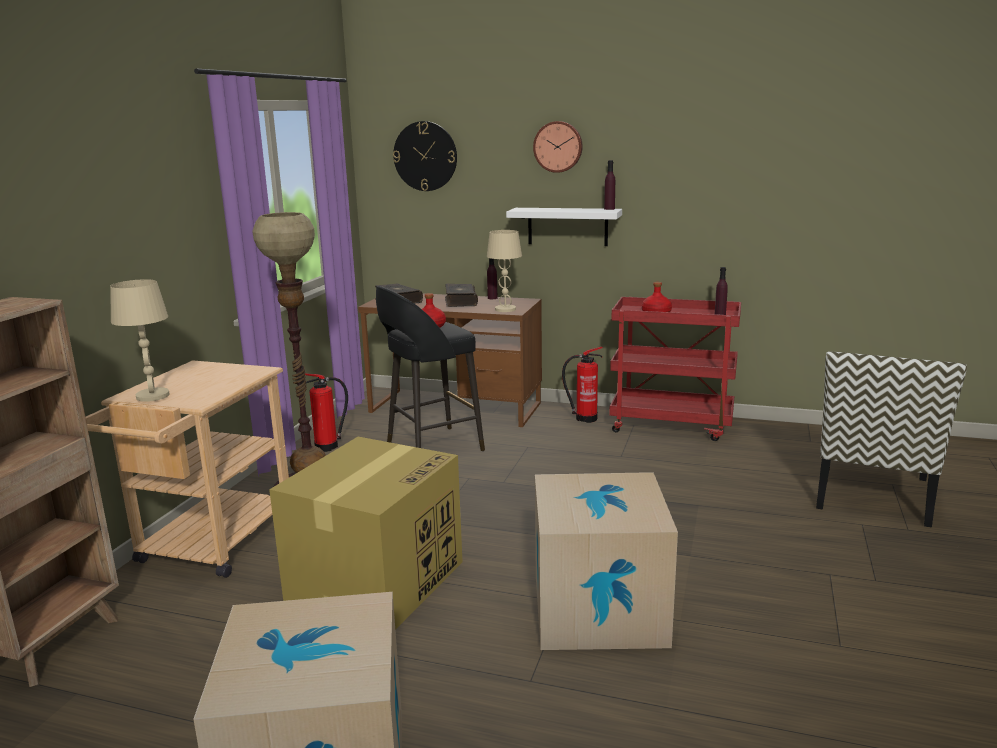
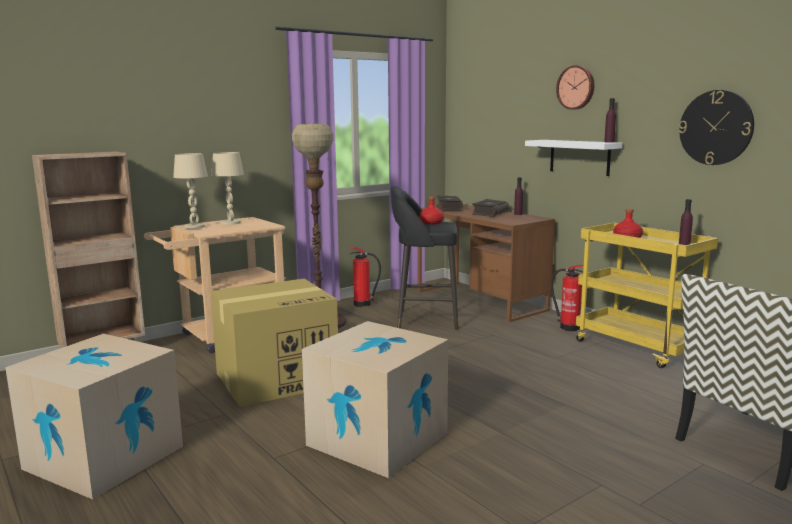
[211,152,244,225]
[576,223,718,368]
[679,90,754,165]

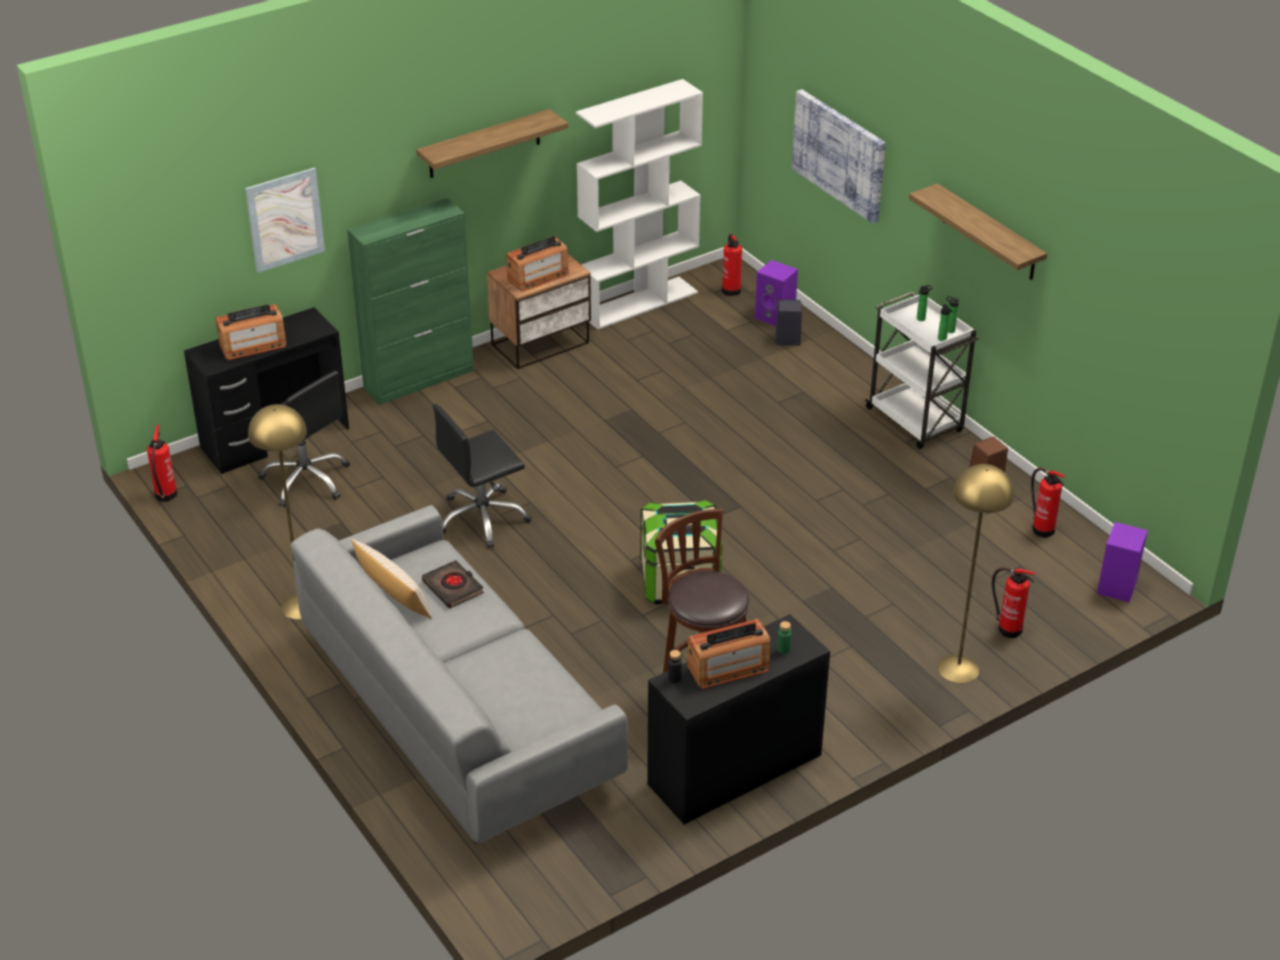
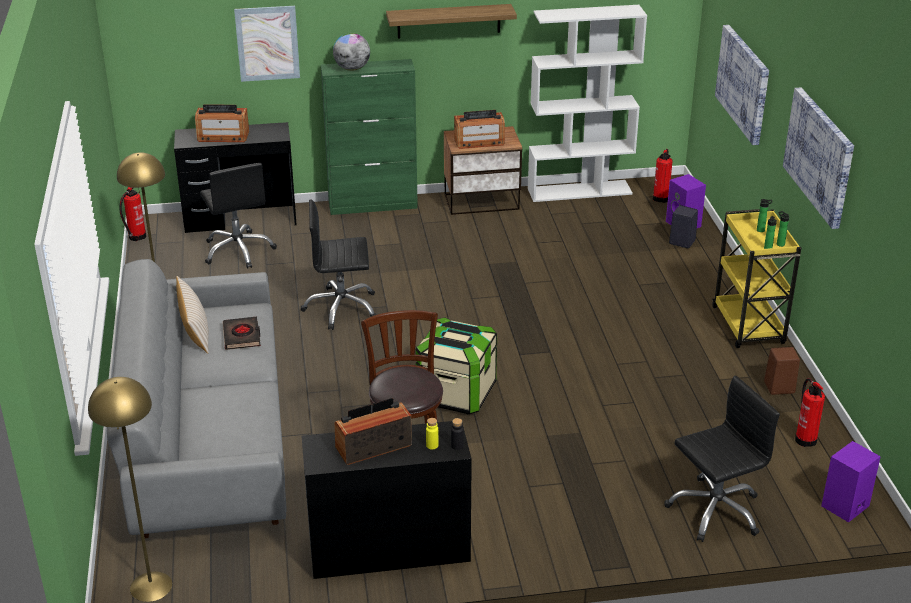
[88,377,172,602]
[333,33,370,71]
[334,398,412,465]
[426,418,439,449]
[451,418,464,450]
[664,375,780,542]
[712,209,801,348]
[783,87,854,229]

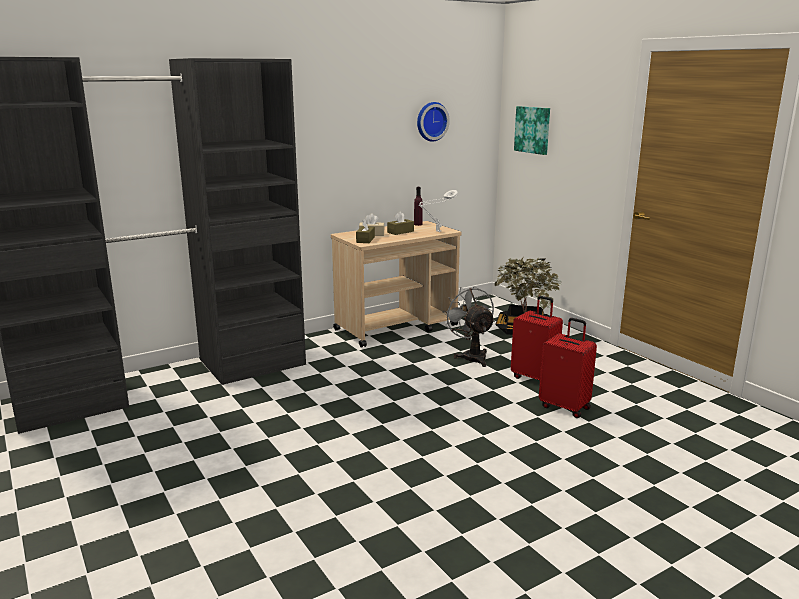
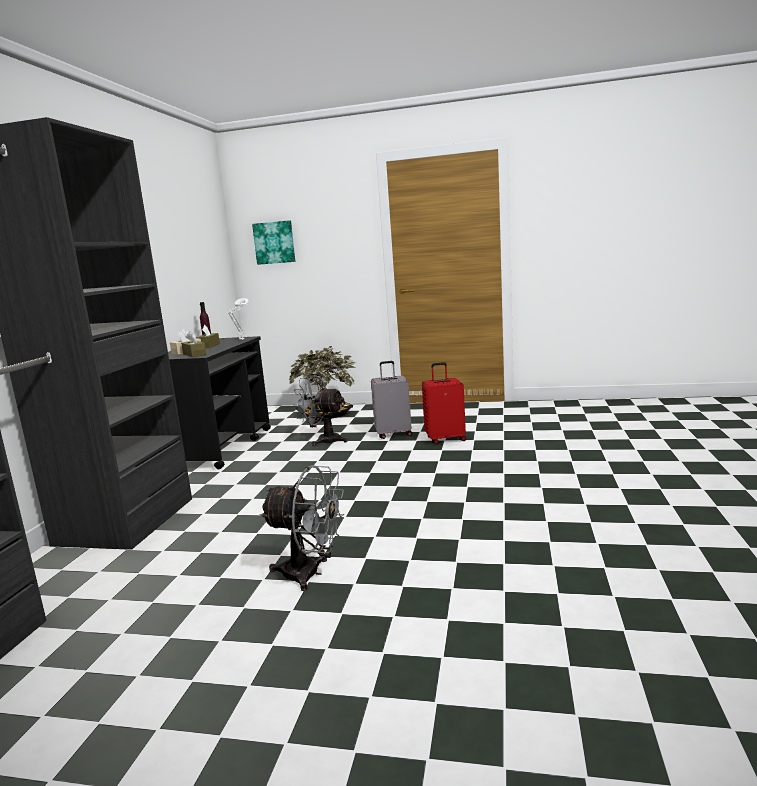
[168,336,271,469]
[260,465,344,591]
[371,361,412,439]
[417,102,450,142] (first image)

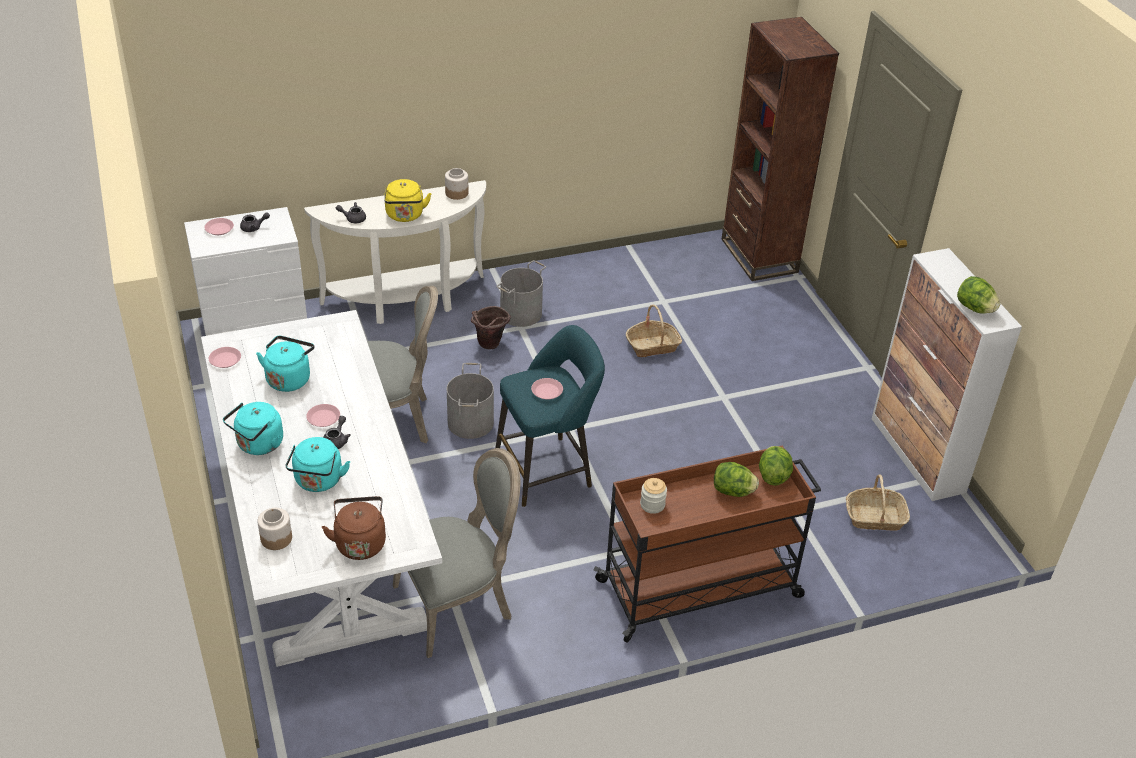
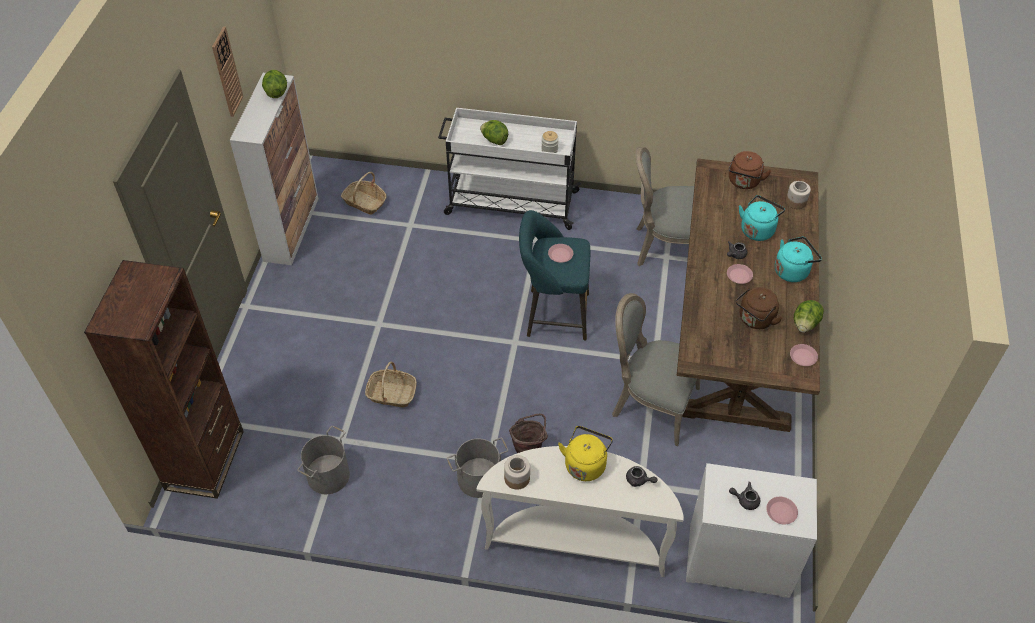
[212,26,243,117]
[297,426,350,494]
[438,108,581,230]
[677,159,820,432]
[736,287,783,329]
[794,300,824,333]

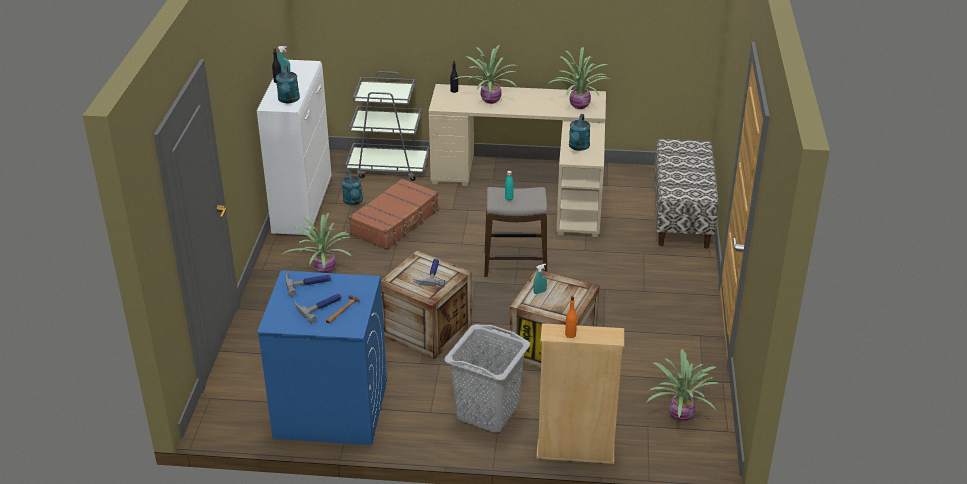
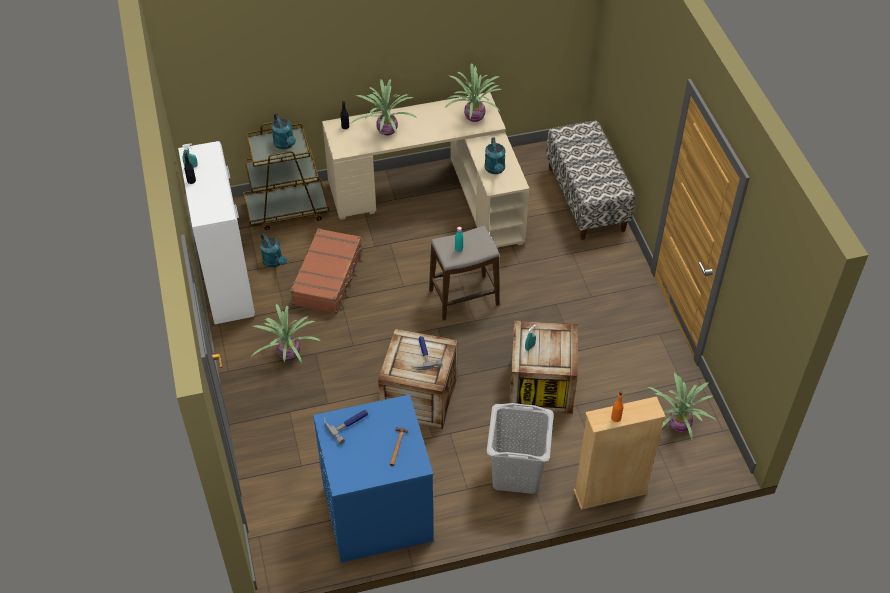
[243,122,329,230]
[271,114,296,149]
[295,293,342,323] (first image)

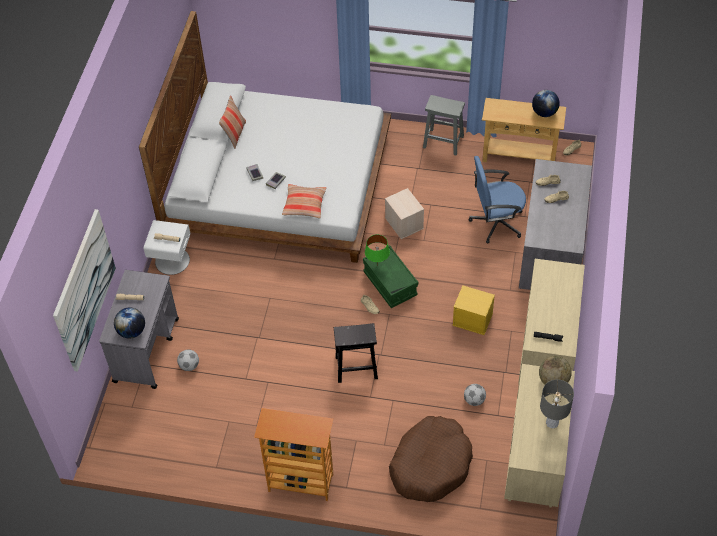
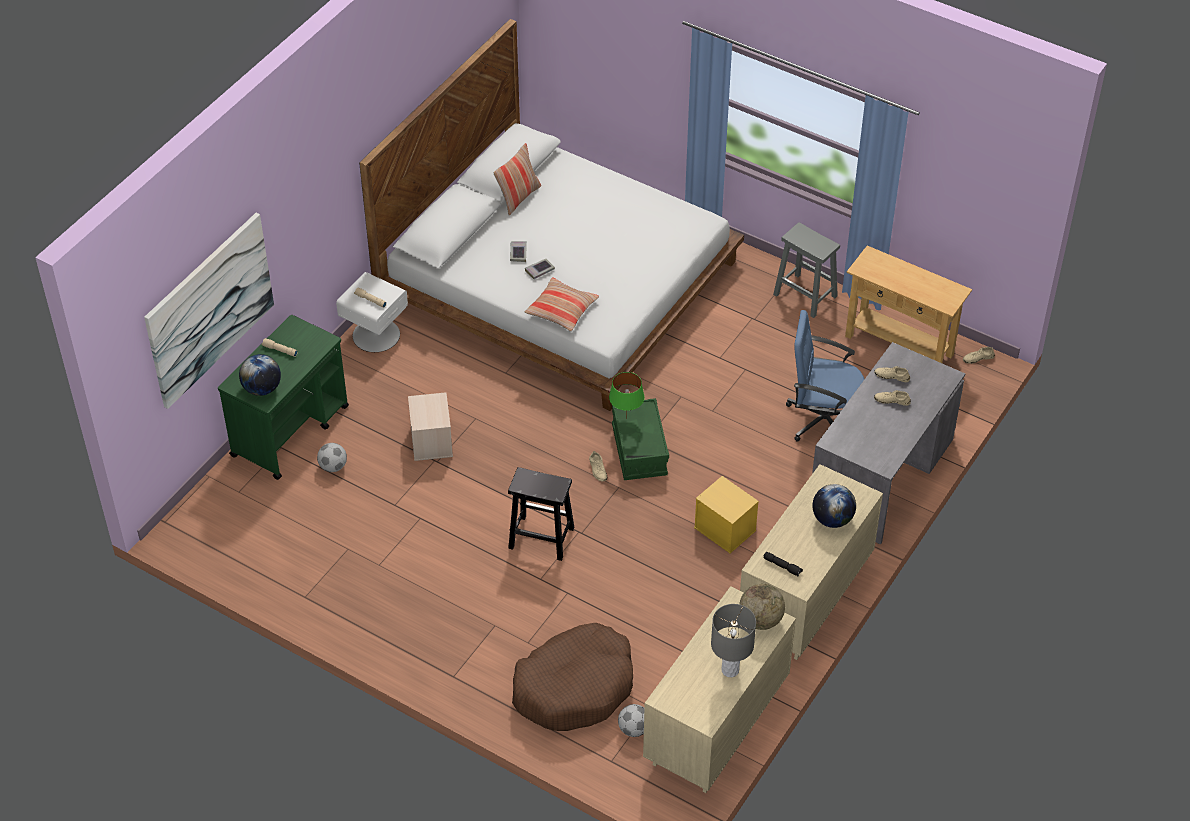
[218,315,349,480]
[408,392,453,461]
[618,704,645,737]
[812,484,856,528]
[254,408,333,501] (first image)

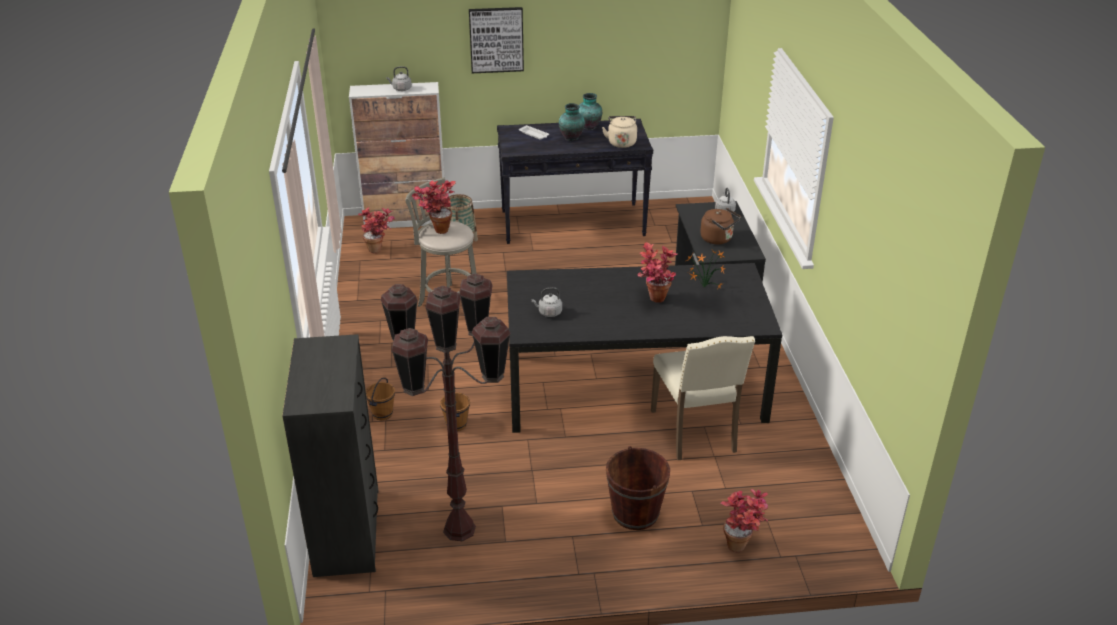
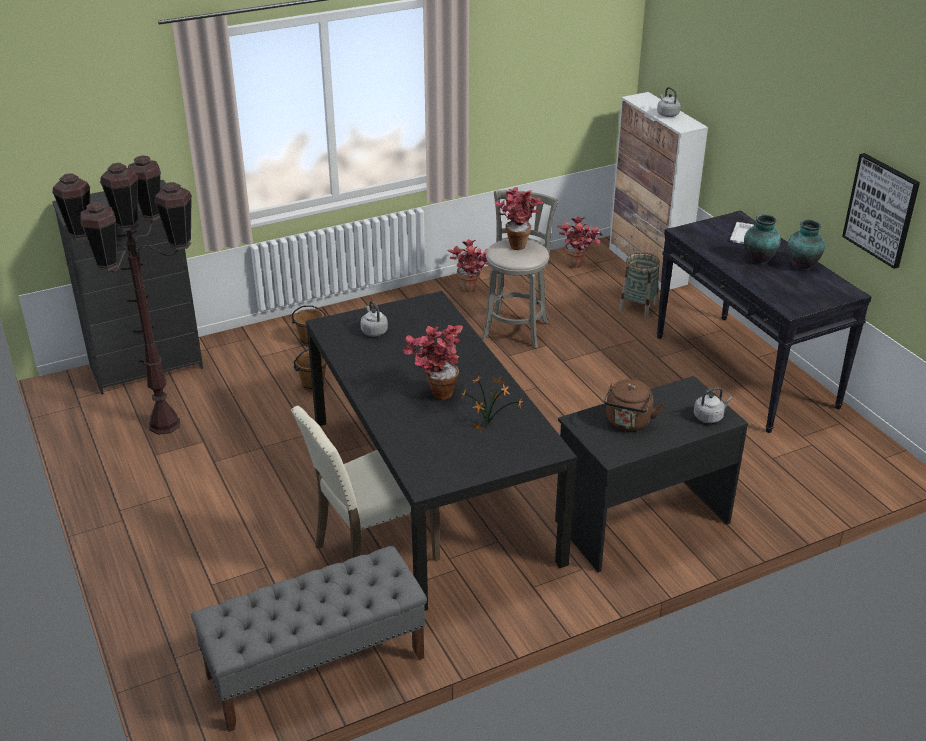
[191,545,427,732]
[447,239,489,292]
[842,153,920,269]
[602,116,637,148] (first image)
[606,446,670,530] (first image)

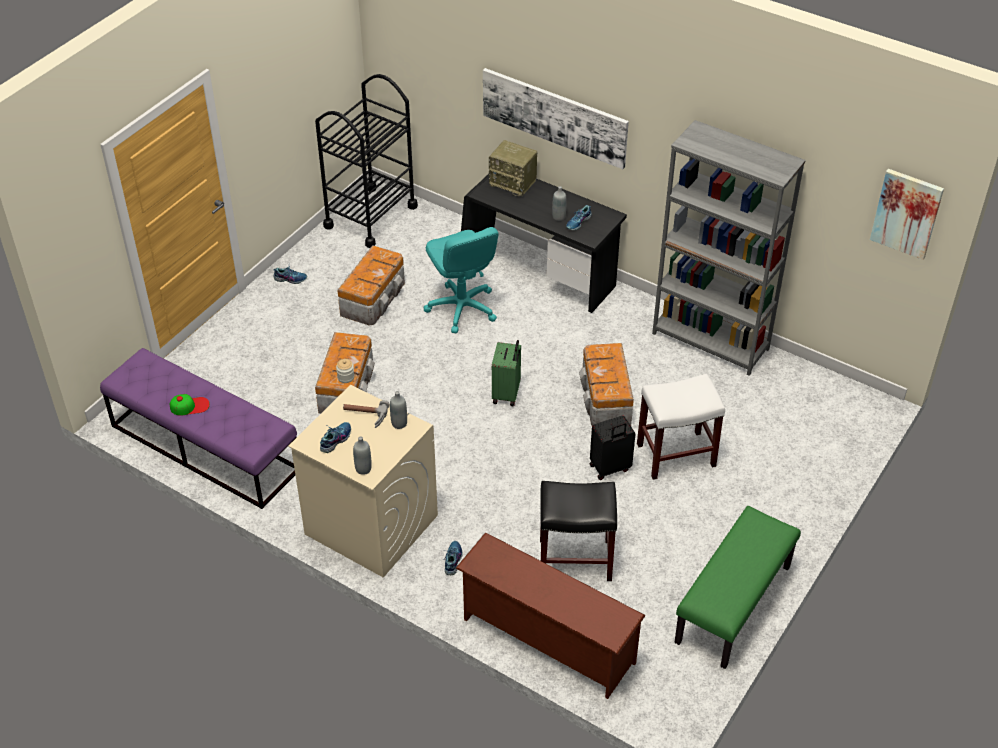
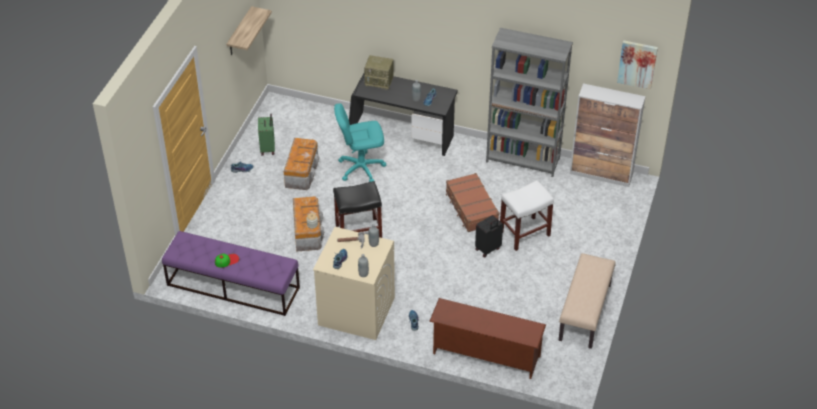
[226,6,272,55]
[258,114,275,156]
[333,181,382,238]
[334,103,386,182]
[446,173,499,232]
[559,253,616,349]
[570,83,646,187]
[315,74,418,248] (first image)
[483,68,629,169] (first image)

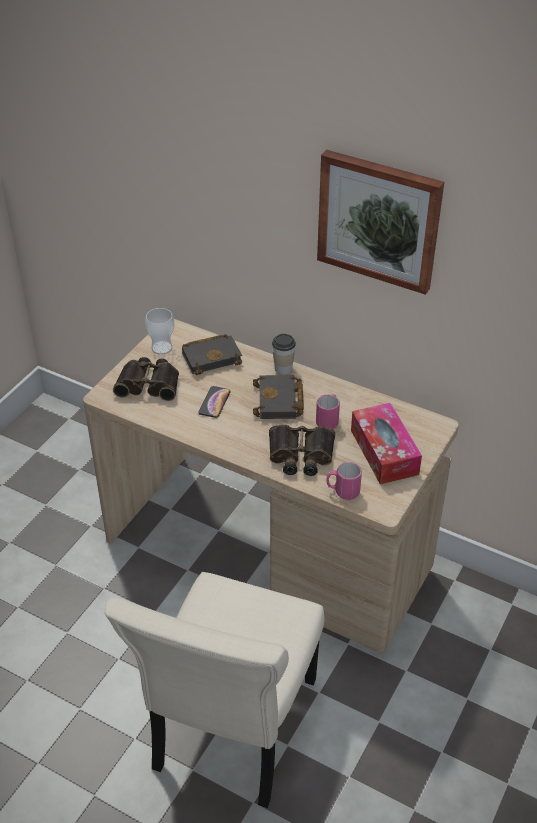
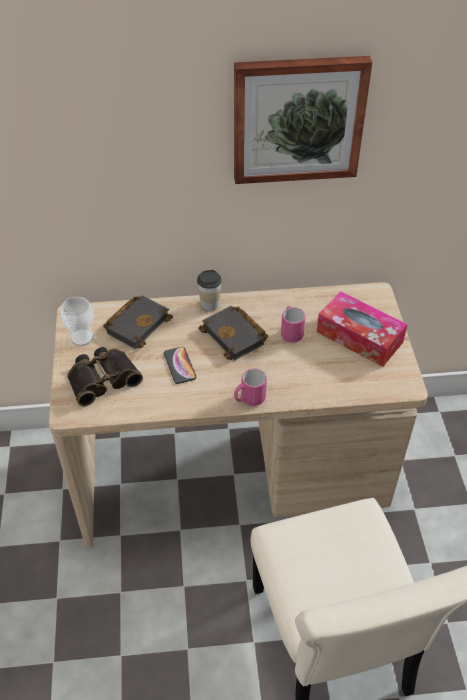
[234,368,267,406]
[269,425,335,476] (first image)

